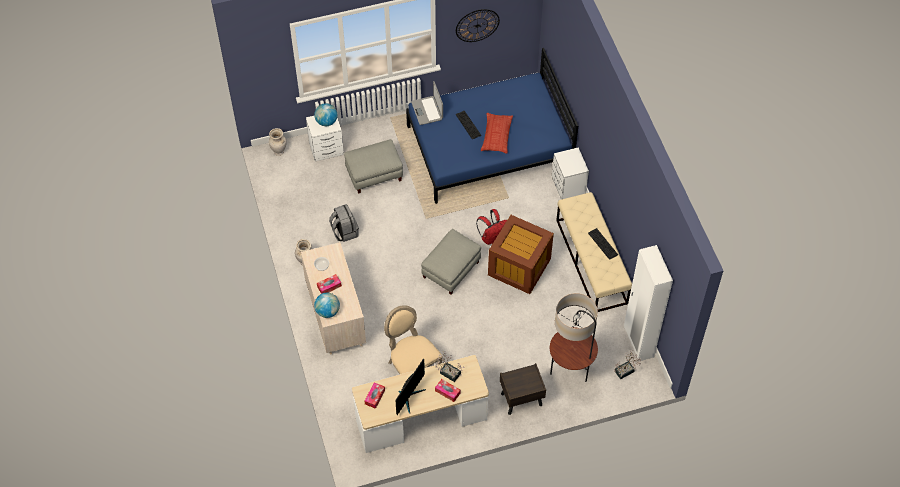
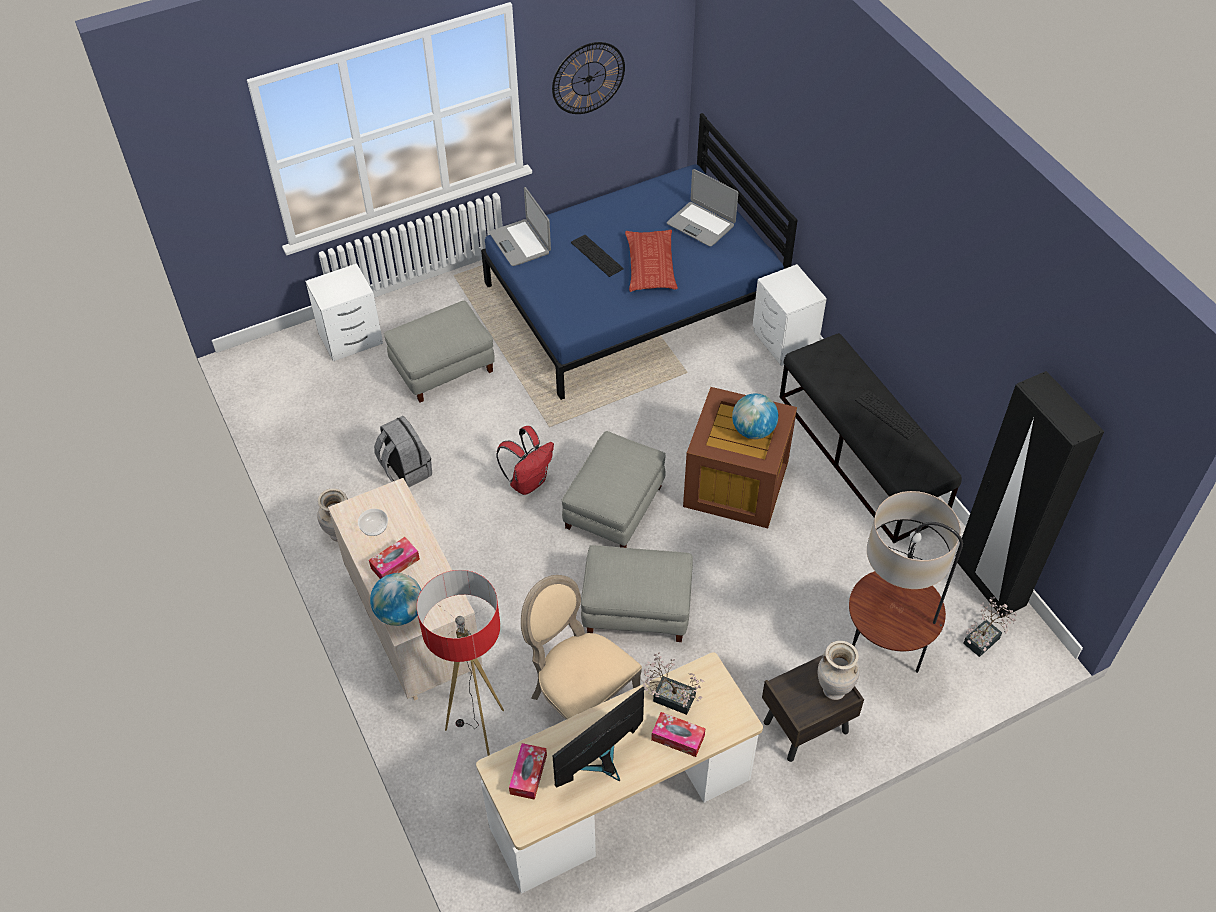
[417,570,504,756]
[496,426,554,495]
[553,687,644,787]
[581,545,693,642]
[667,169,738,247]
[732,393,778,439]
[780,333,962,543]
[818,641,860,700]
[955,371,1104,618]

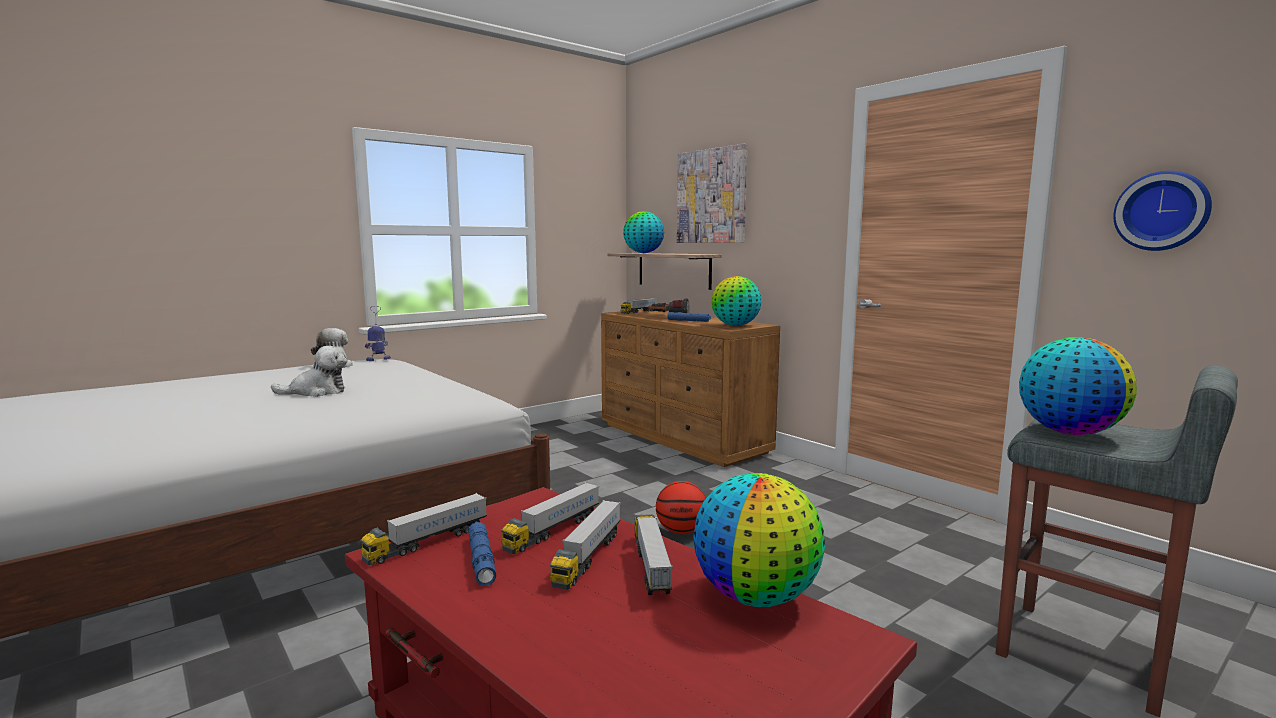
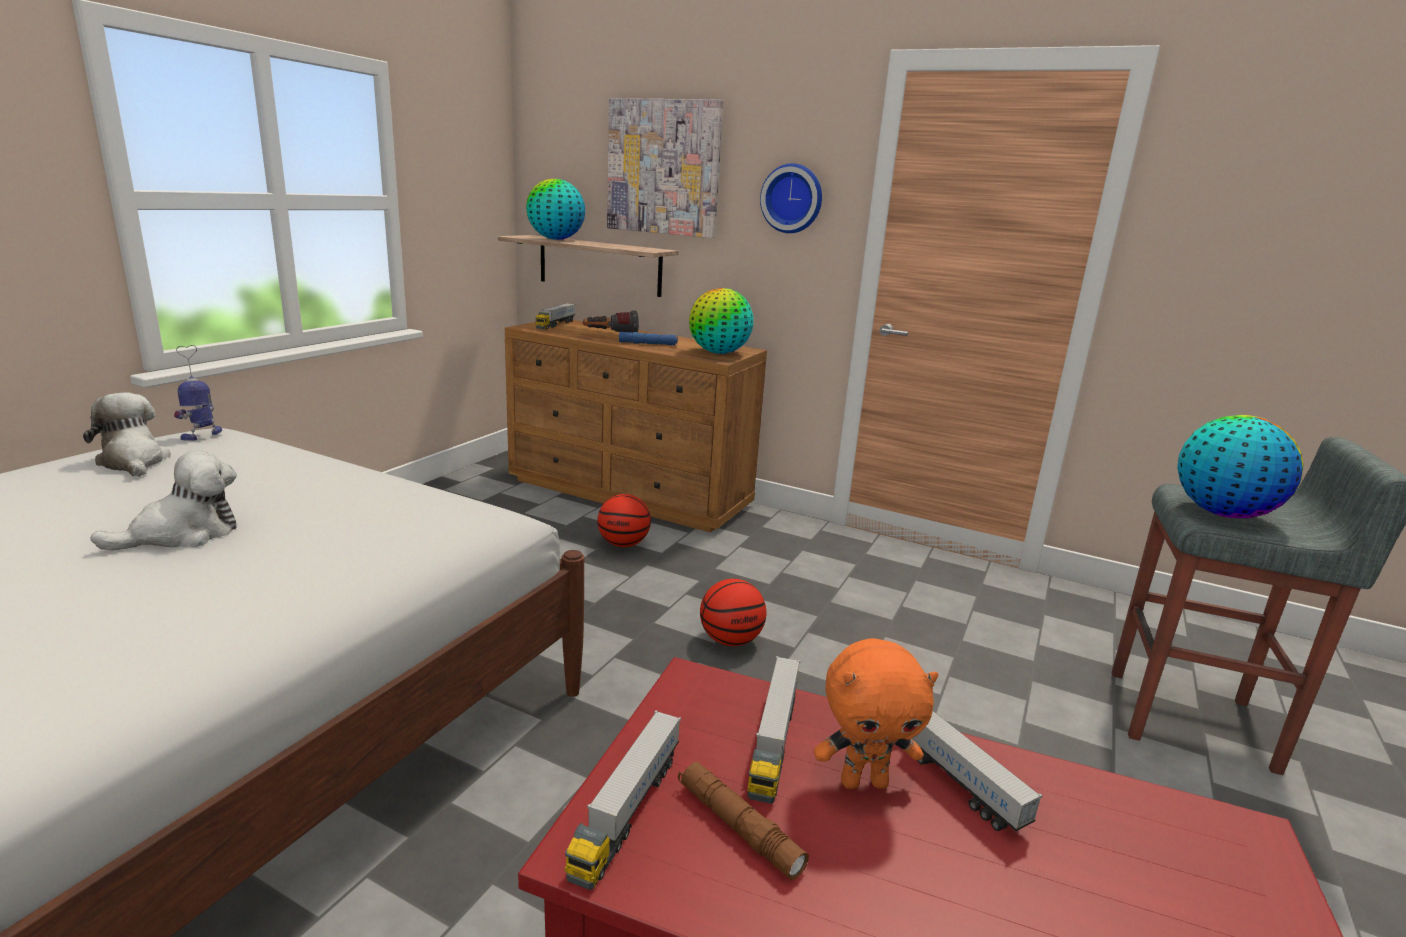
[597,494,651,547]
[678,761,809,880]
[760,163,822,233]
[814,638,939,789]
[693,473,825,607] (first image)

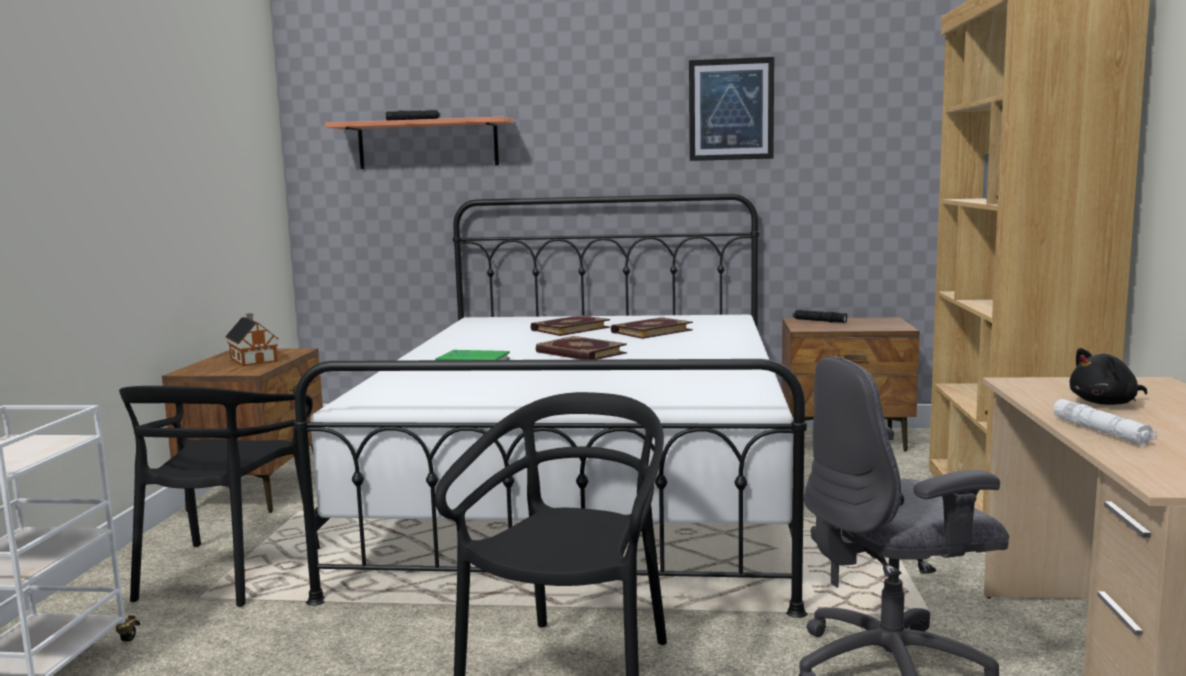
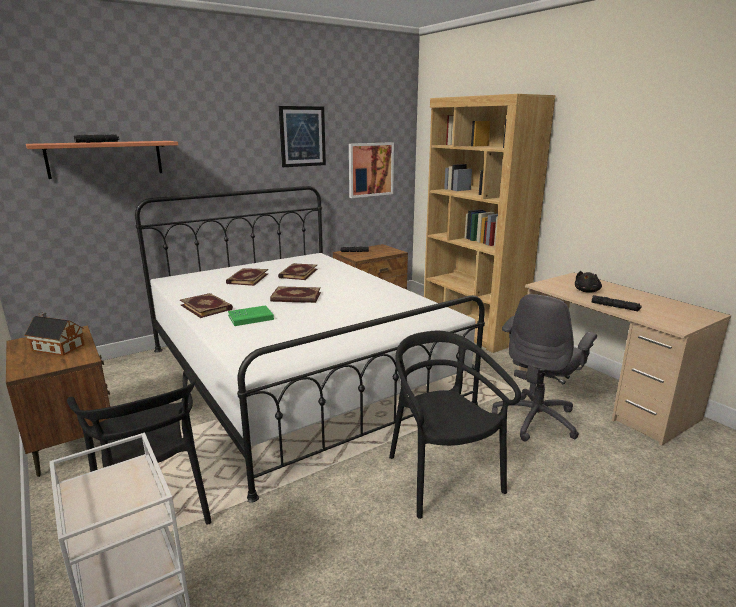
[180,293,233,318]
[349,142,394,198]
[592,295,642,311]

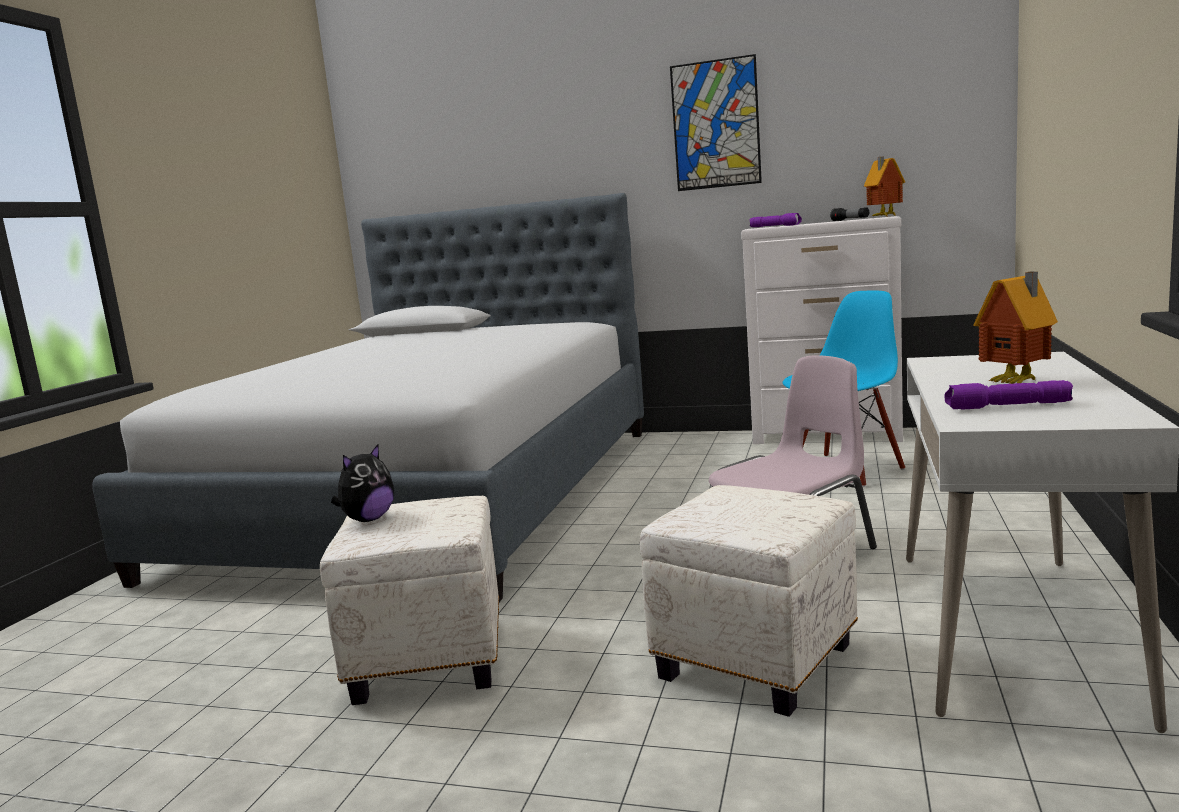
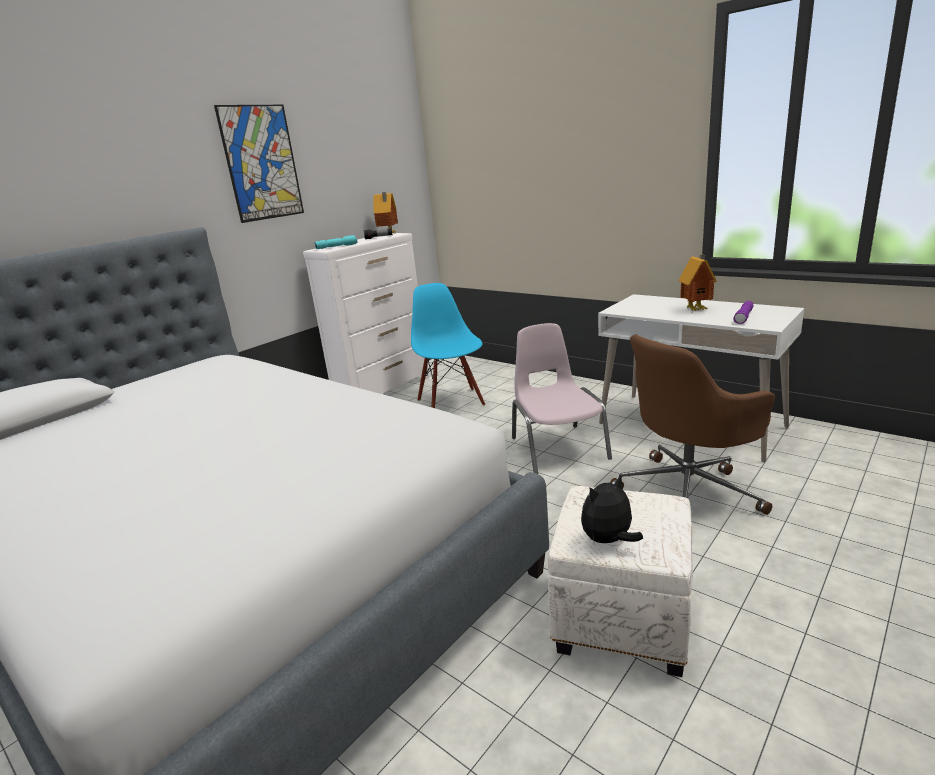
[314,235,357,249]
[581,474,643,543]
[610,335,775,515]

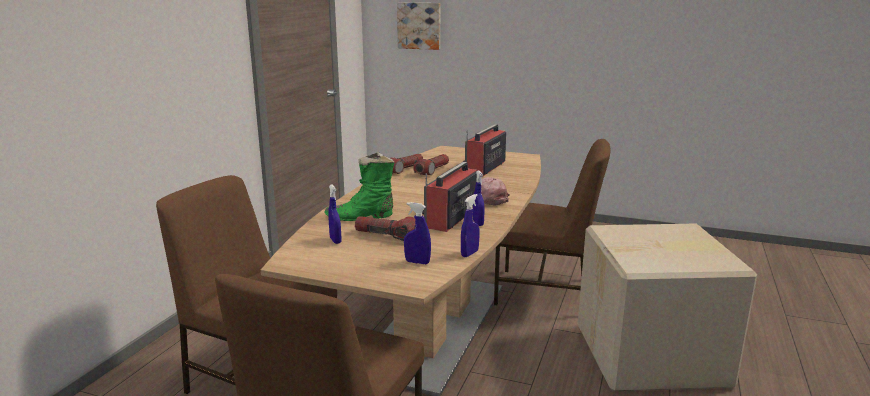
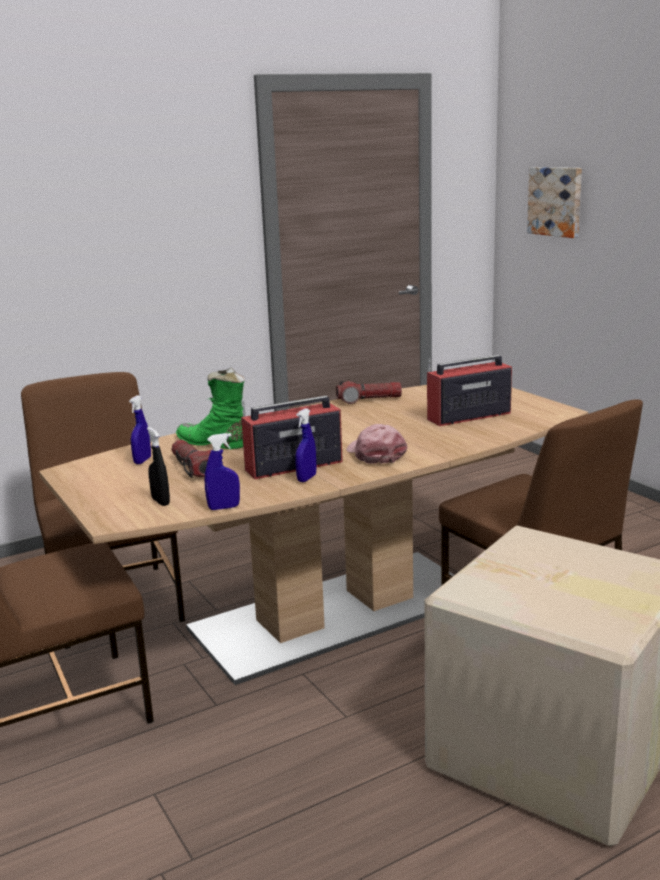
[147,427,170,506]
[413,154,449,175] (first image)

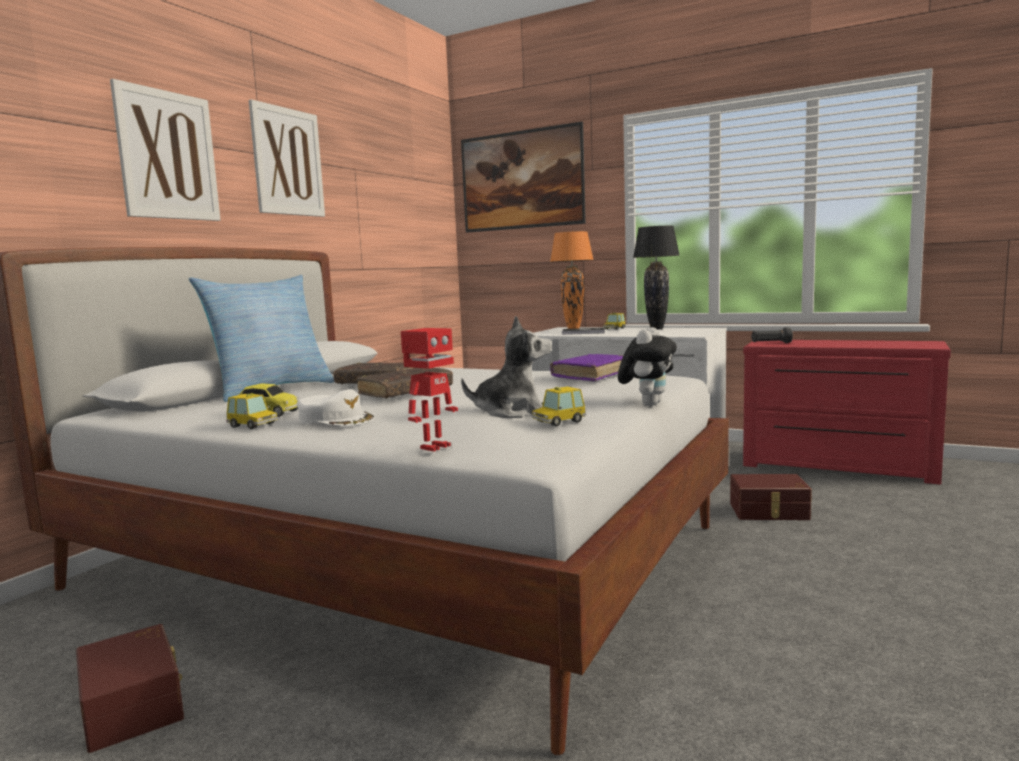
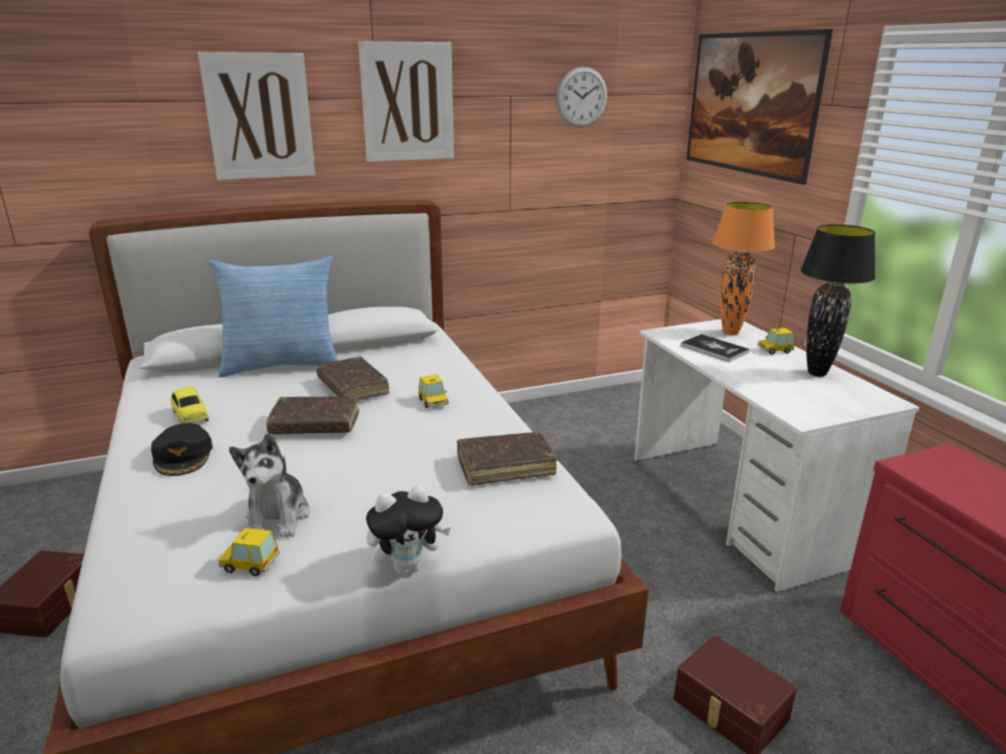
[151,423,213,476]
[229,433,310,538]
[418,375,449,408]
[457,432,558,486]
[556,67,607,127]
[401,328,458,452] (first image)
[751,327,793,343] (first image)

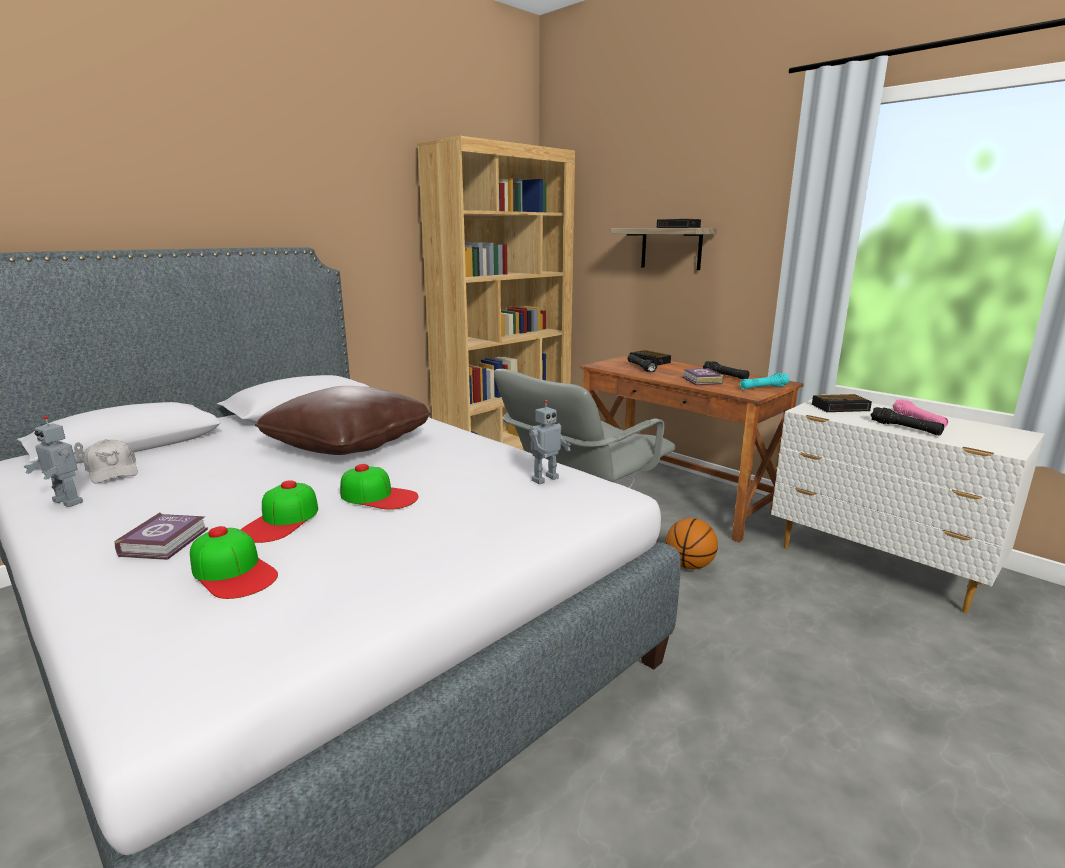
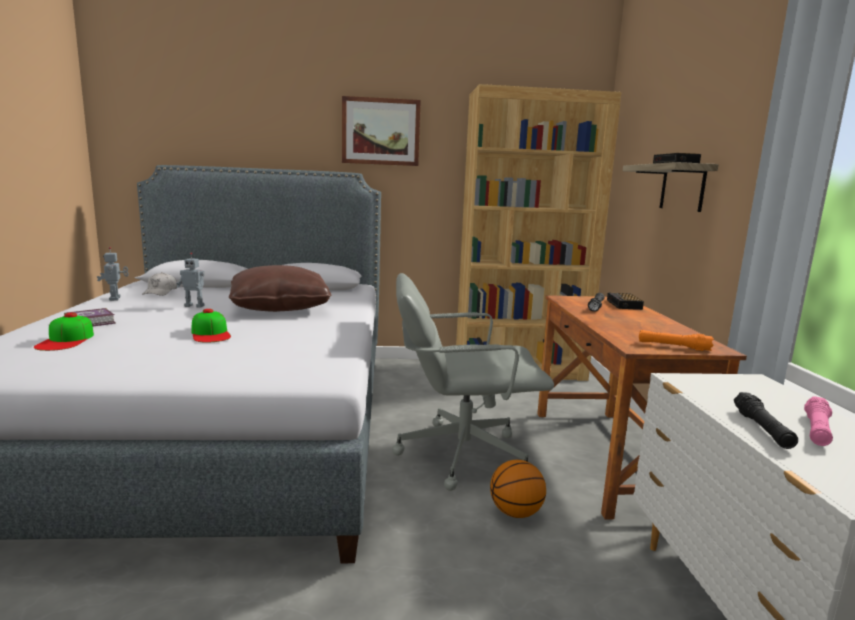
[176,252,205,308]
[342,96,421,166]
[639,330,714,351]
[241,480,318,543] (first image)
[682,368,724,385] (first image)
[703,361,750,379] (first image)
[812,394,872,412] (first image)

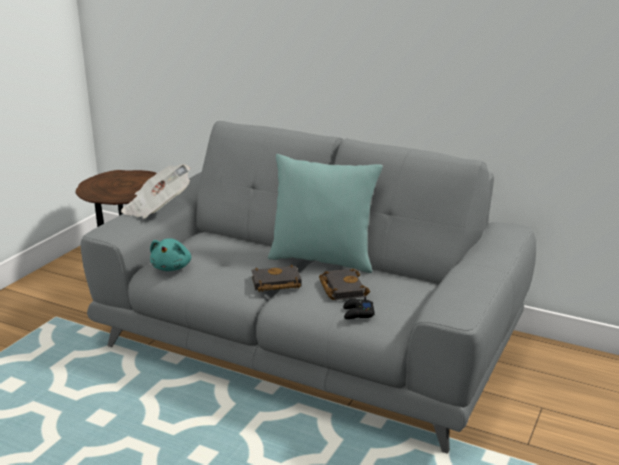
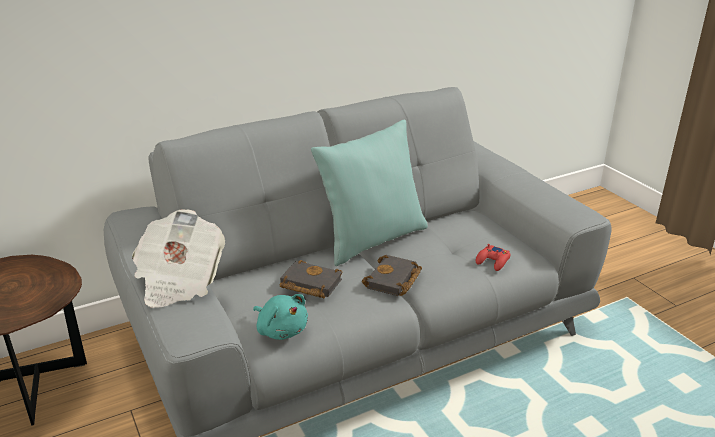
[280,260,343,298]
[476,244,510,271]

